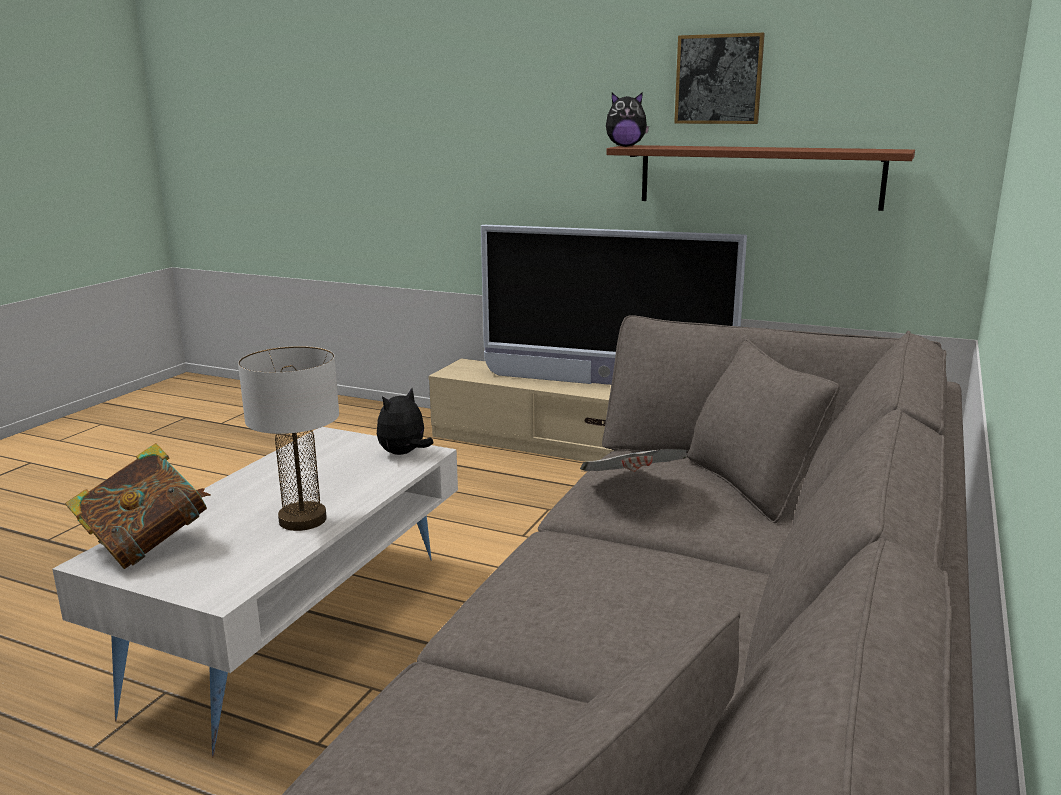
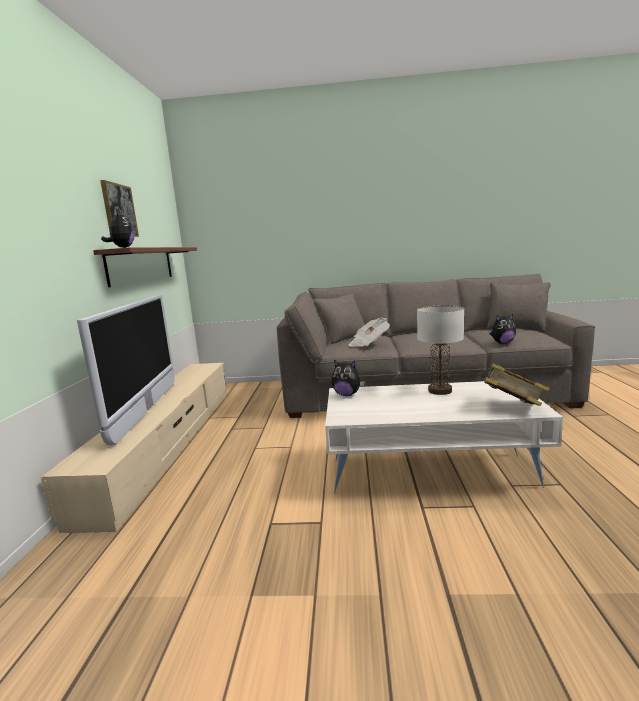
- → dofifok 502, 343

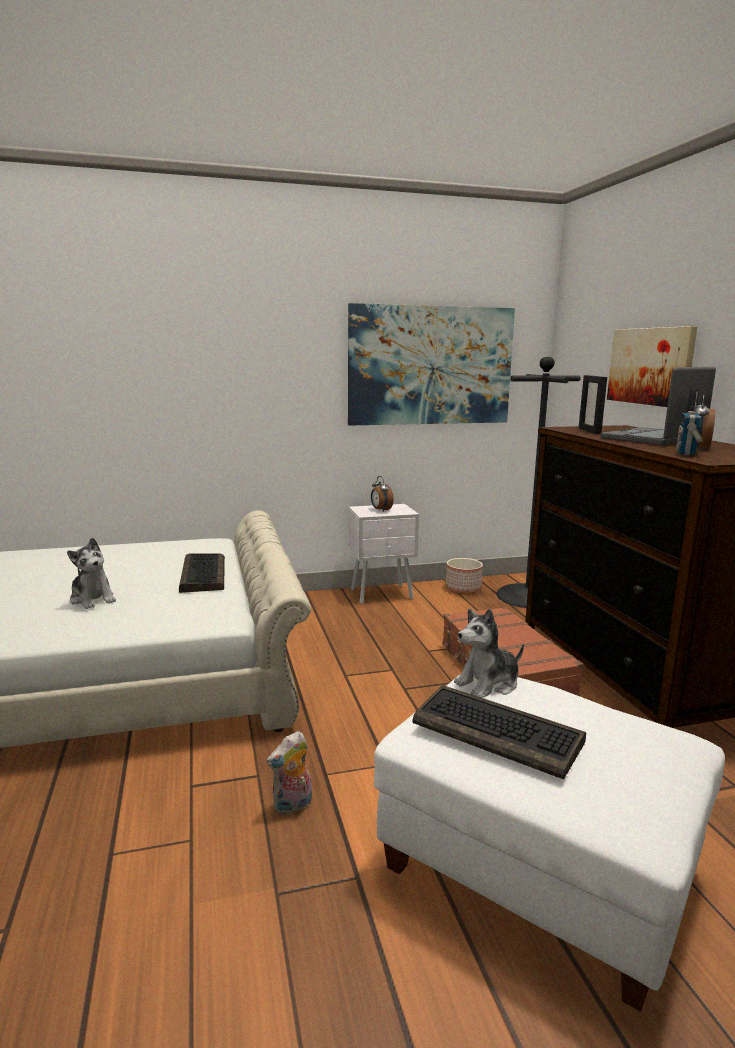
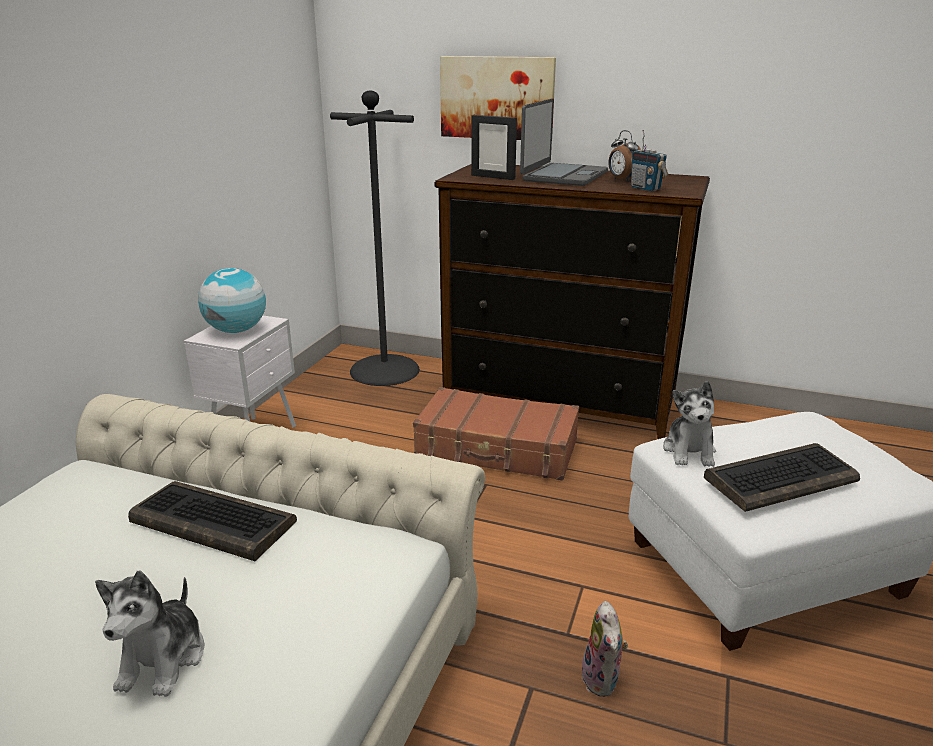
dofifok 93, 599 → dofifok 163, 659, 105 degrees clockwise
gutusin 431, 366 → -
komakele 380, 510 → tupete 236, 330
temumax 463, 589 → -
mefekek 653, 438 → mefekek 563, 176, 150 degrees counterclockwise

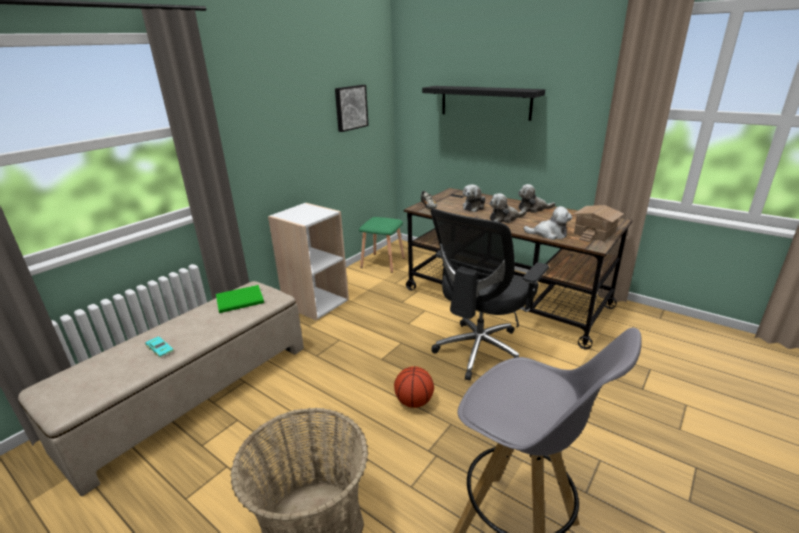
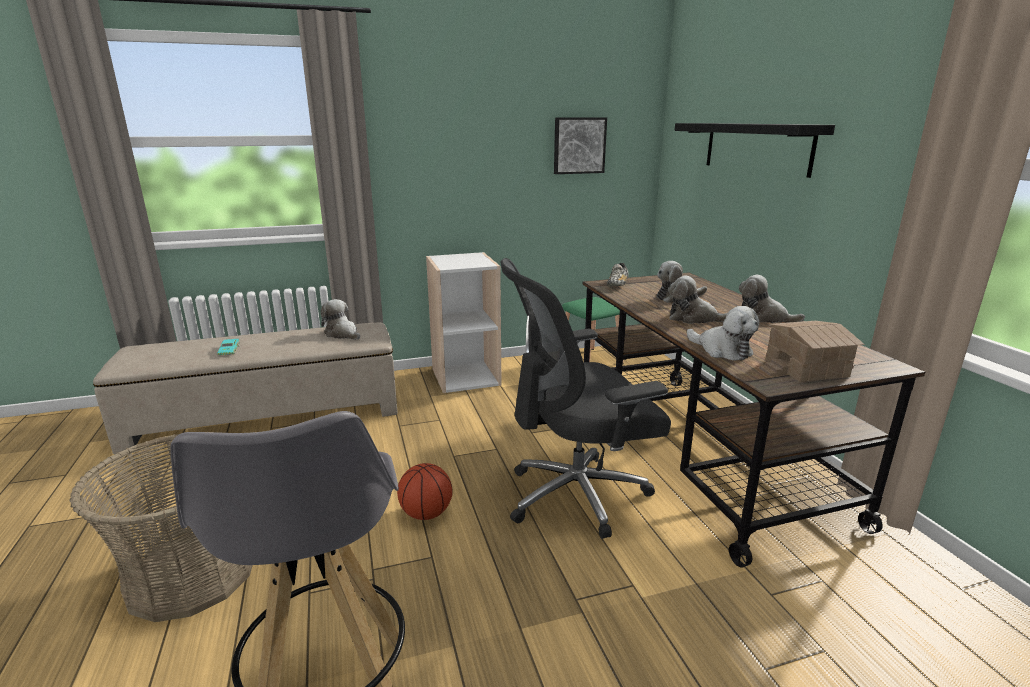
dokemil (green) 241, 300 → dofifok 342, 334

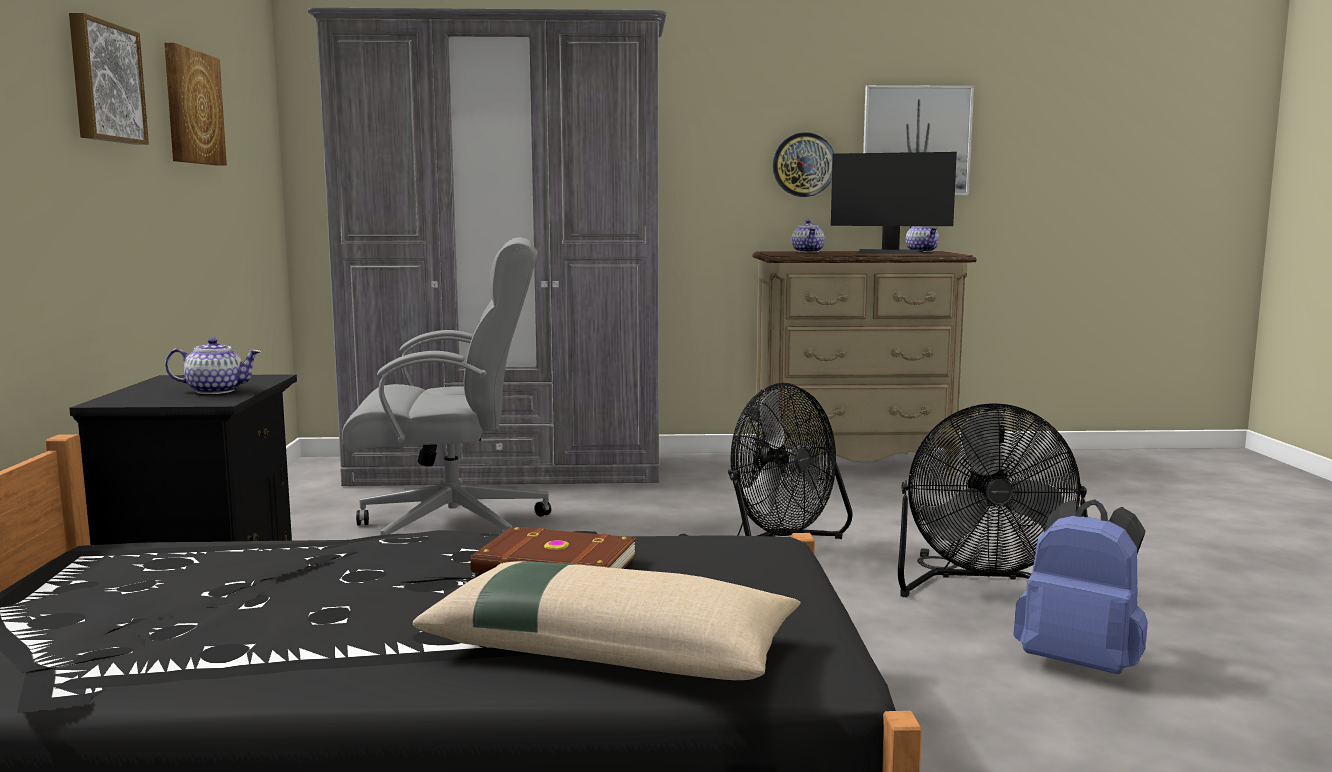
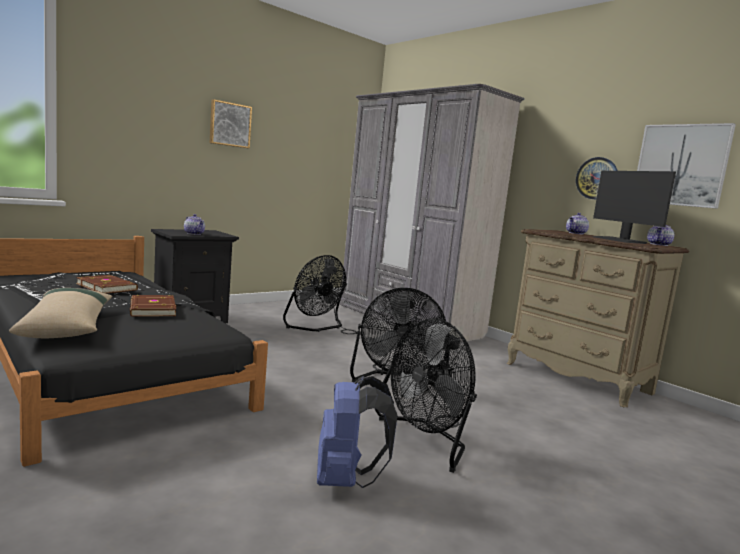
gutusin 192, 107 → -
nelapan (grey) 452, 528 → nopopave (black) 323, 327
- → dokemil (brown) 107, 287

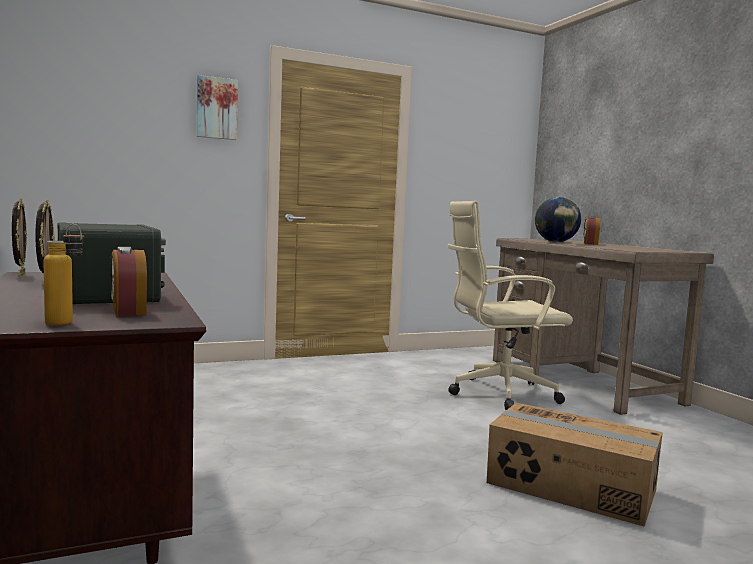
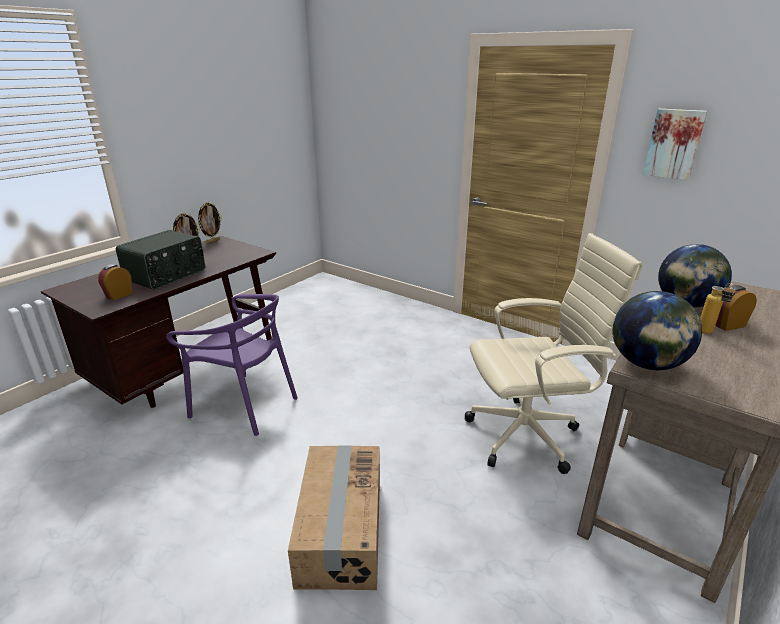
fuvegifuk 66, 325 → fuvegifuk 708, 333, relocated
gutusin 216, 108 → gutusin 674, 144, relocated
nelapan (beige) 498, 393 → nelapan (beige) 528, 435, 120 degrees clockwise
- → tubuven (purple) 245, 405
- → tupete 646, 364

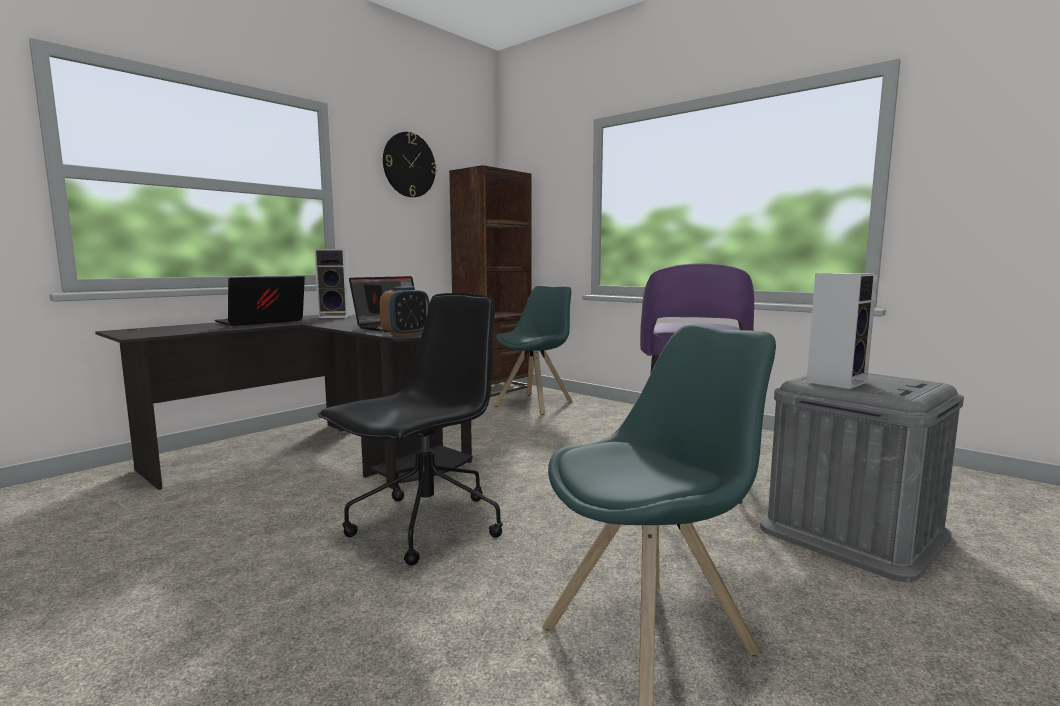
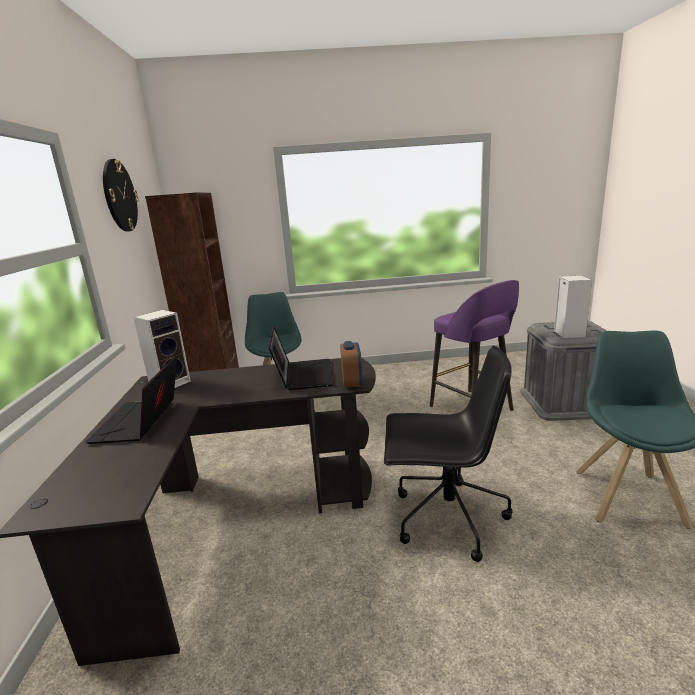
nelapan (black) 422, 528 → nelapan (black) 443, 518, 105 degrees clockwise

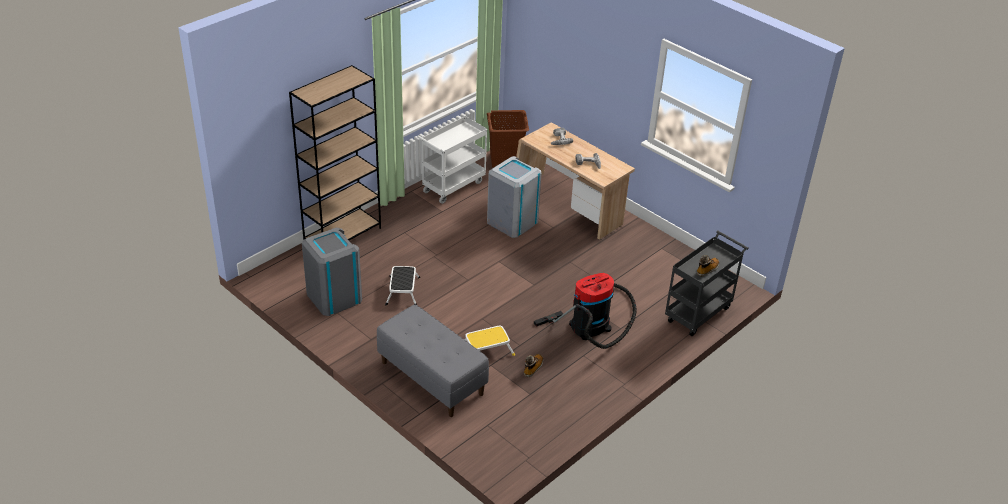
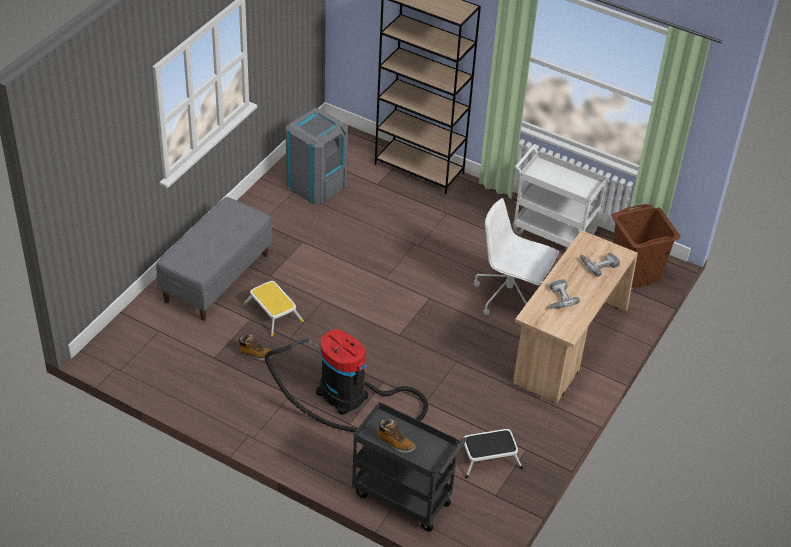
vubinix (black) 402, 291 → vubinix (black) 488, 457, relocated
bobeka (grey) 512, 221 → nelapan (white) 511, 298

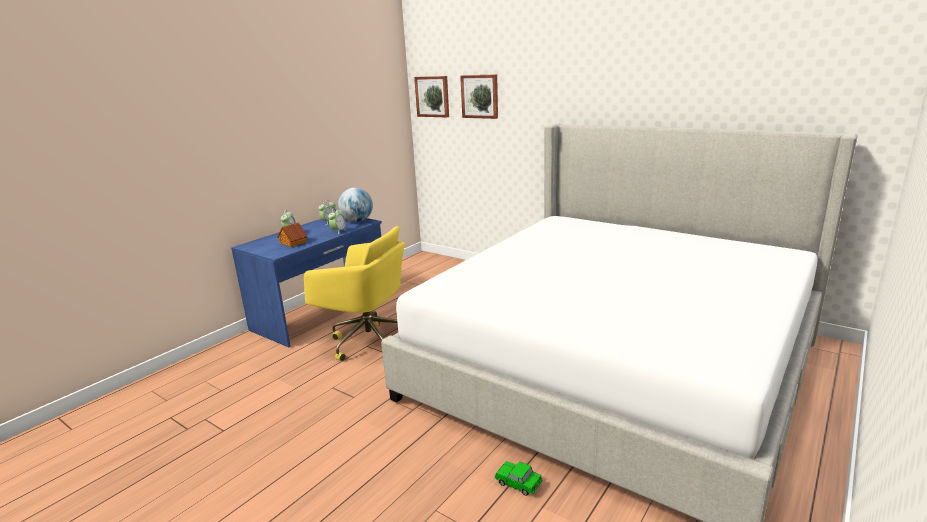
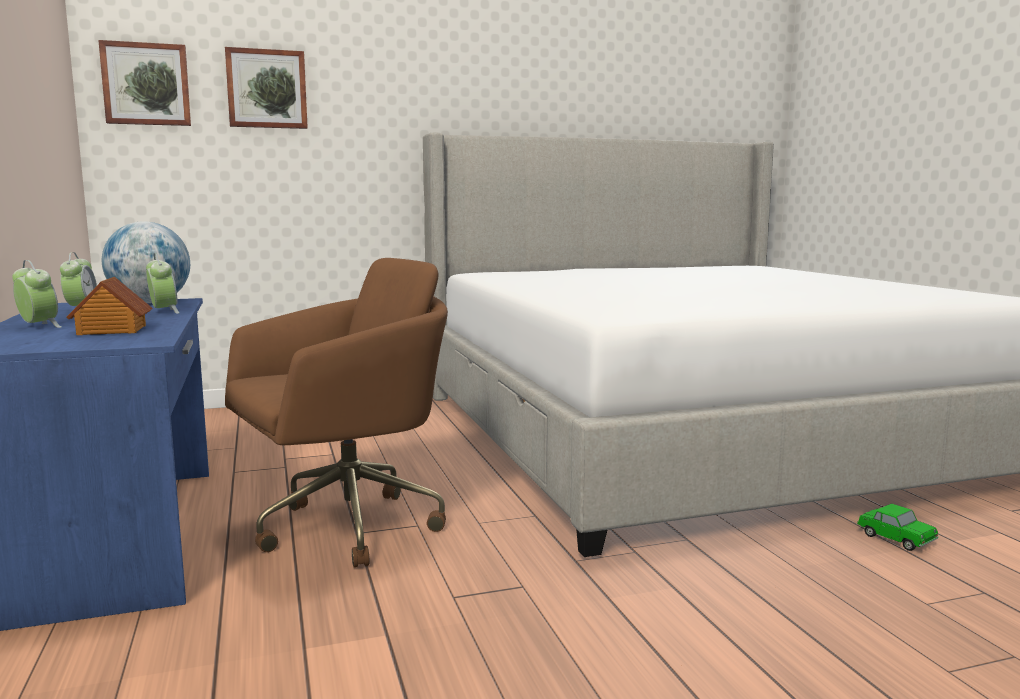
nelapan (yellow) 366, 343 → nelapan (brown) 343, 530
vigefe 518, 483 → vigefe 896, 539, 105 degrees counterclockwise

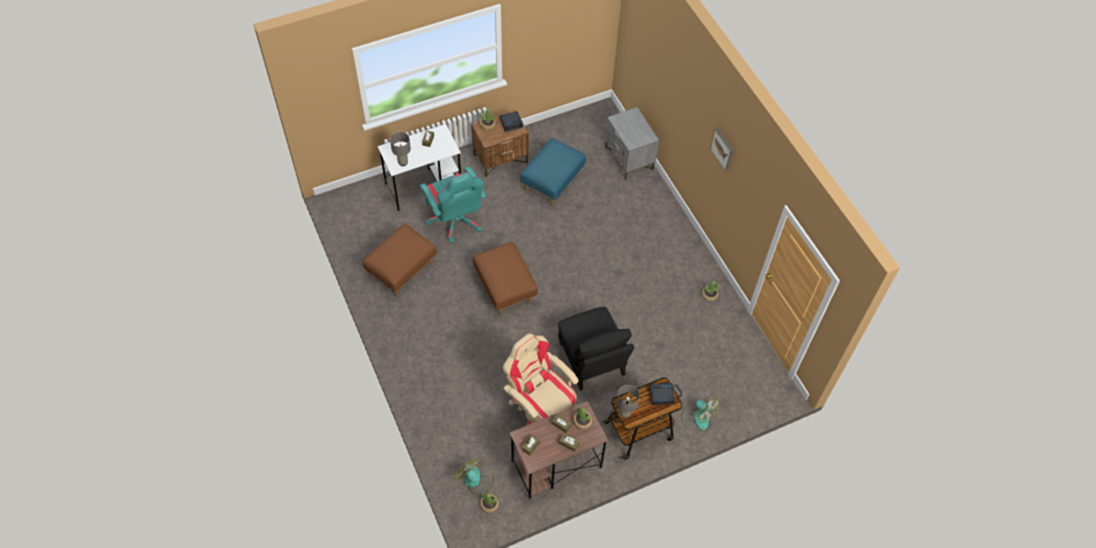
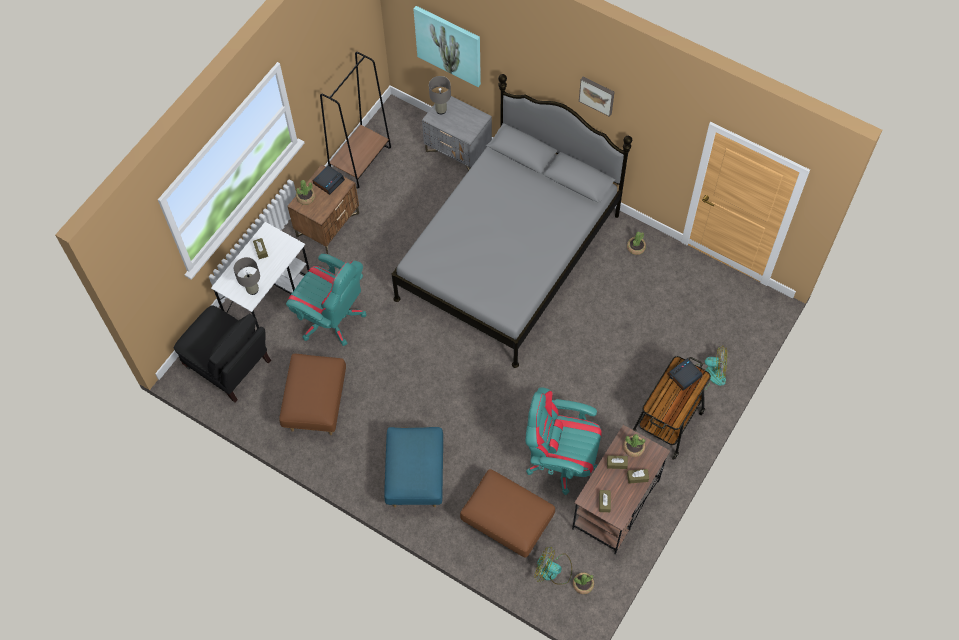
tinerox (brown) 505, 288 → tinerox (brown) 508, 522, relocated
nelapan (beige) 540, 409 → nelapan (turquoise) 561, 460
tinerox (blue) 552, 182 → tinerox (blue) 416, 477, relocated
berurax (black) 591, 360 → berurax (black) 229, 366, relocated
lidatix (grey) 624, 413 → lidatix (grey) 440, 110, relocated
- → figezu 360, 161
- → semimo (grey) 509, 256
- → gutusin 449, 45

